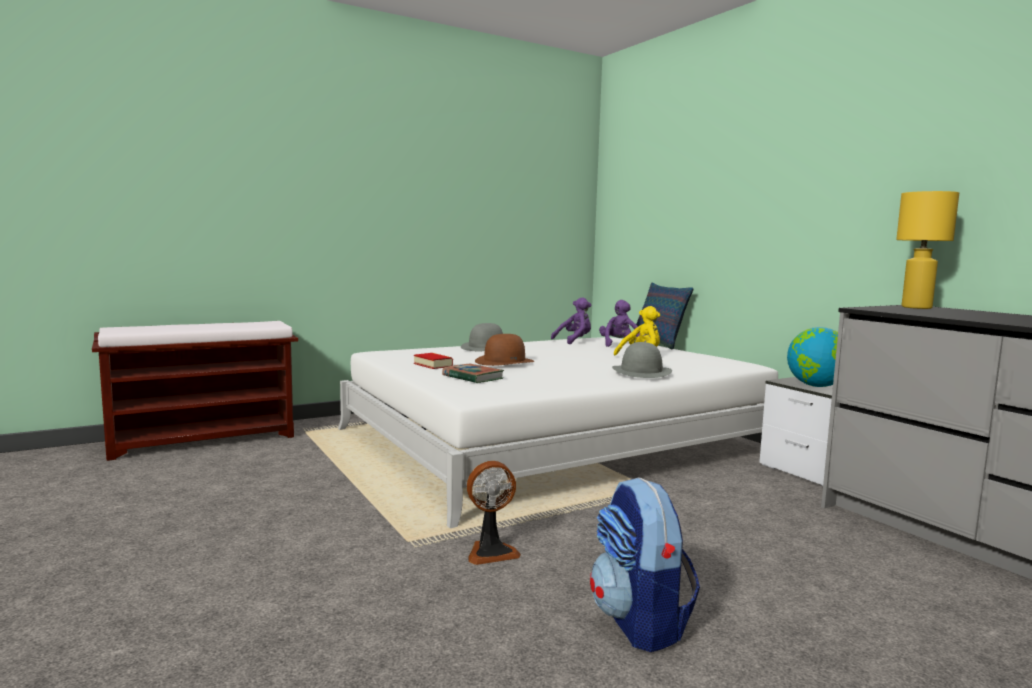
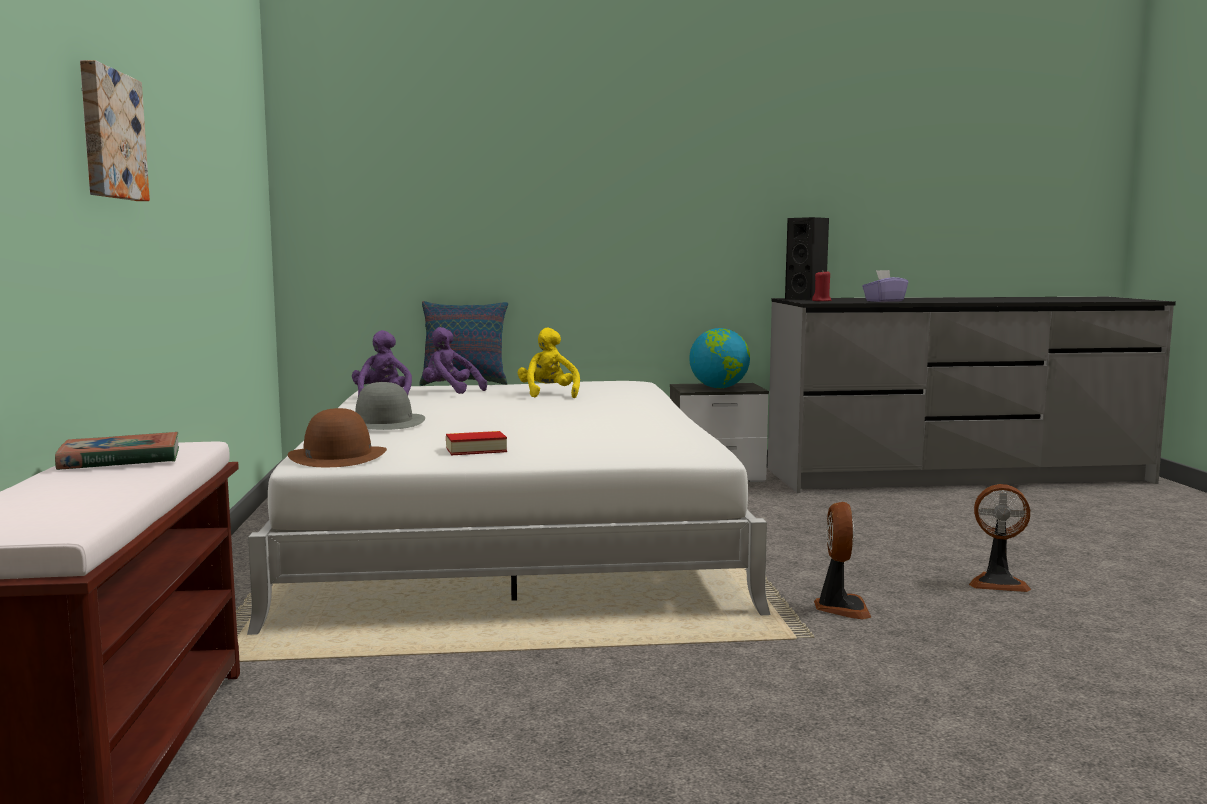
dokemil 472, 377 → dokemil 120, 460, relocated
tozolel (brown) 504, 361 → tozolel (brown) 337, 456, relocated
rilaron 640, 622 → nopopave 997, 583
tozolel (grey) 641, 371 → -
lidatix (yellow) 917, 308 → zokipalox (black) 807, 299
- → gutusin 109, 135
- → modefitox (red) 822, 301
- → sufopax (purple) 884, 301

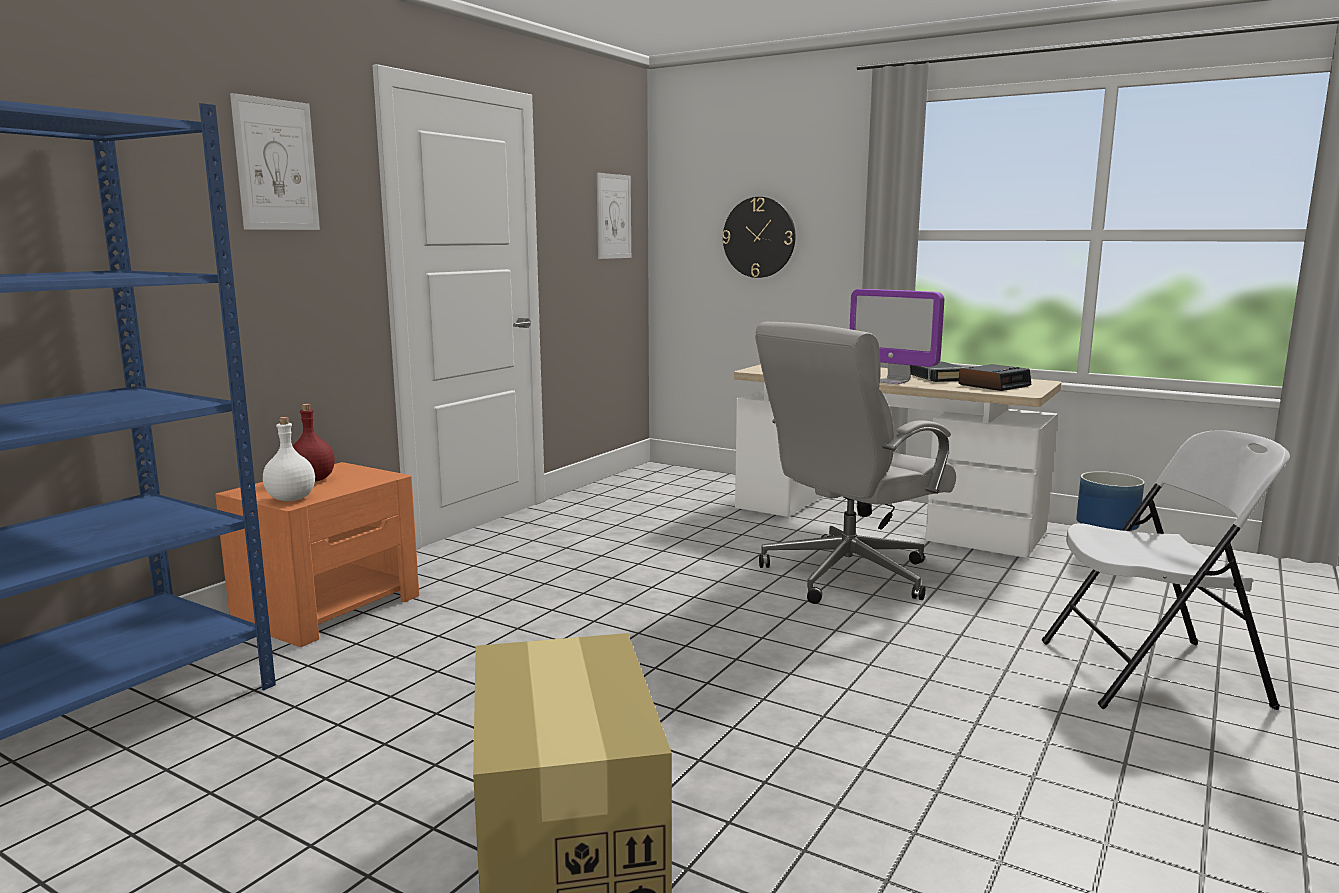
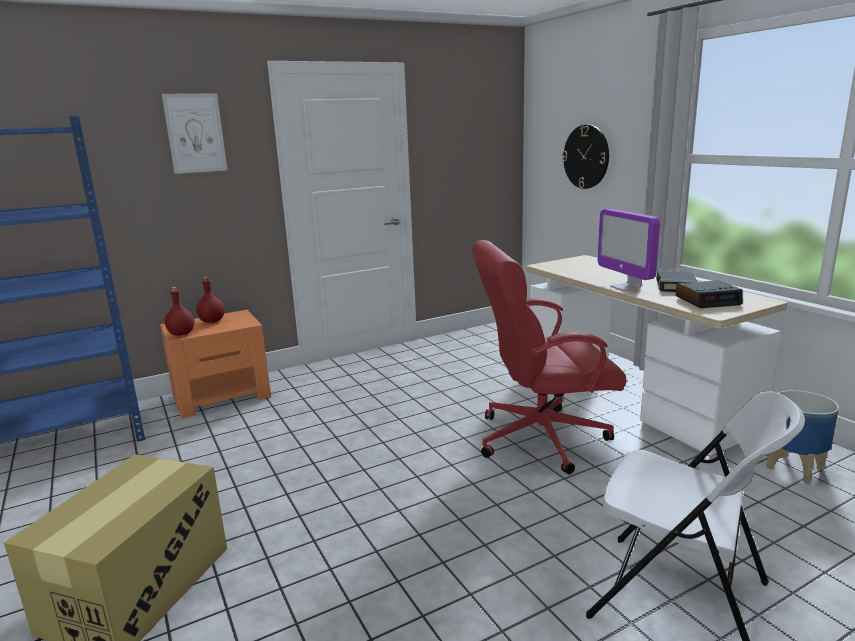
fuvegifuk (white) 292, 499 → fuvegifuk (red) 182, 334
gutusin 613, 216 → -
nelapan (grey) 848, 574 → nelapan (red) 542, 438

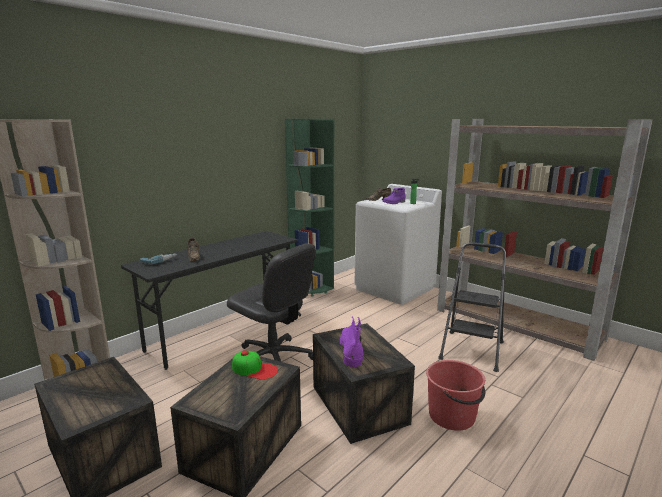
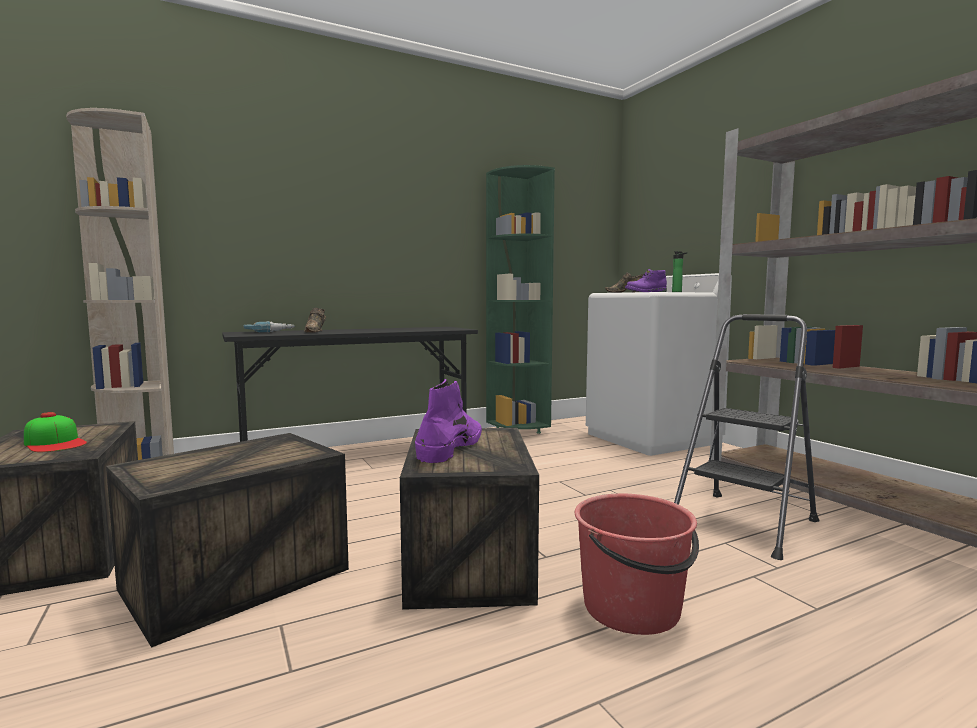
nelapan (black) 273, 359 → -
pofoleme 254, 369 → pofoleme 55, 443, relocated

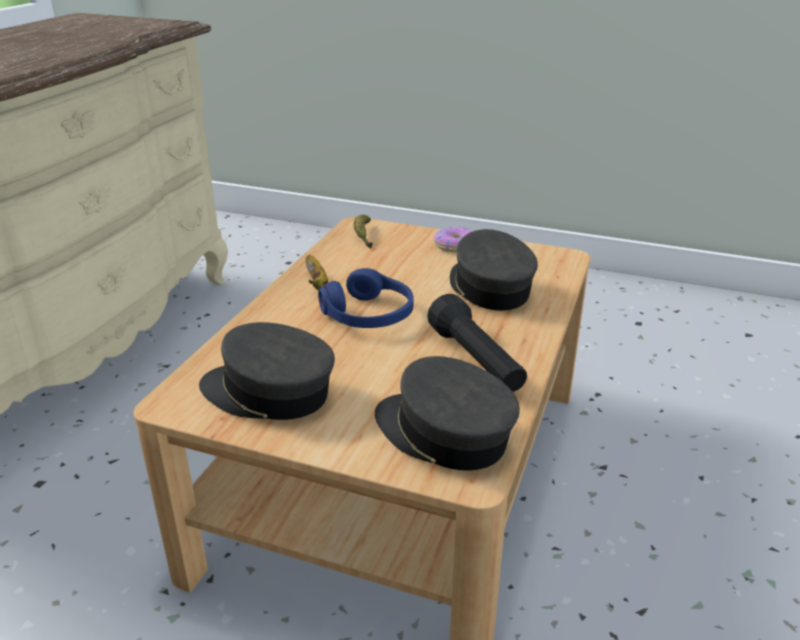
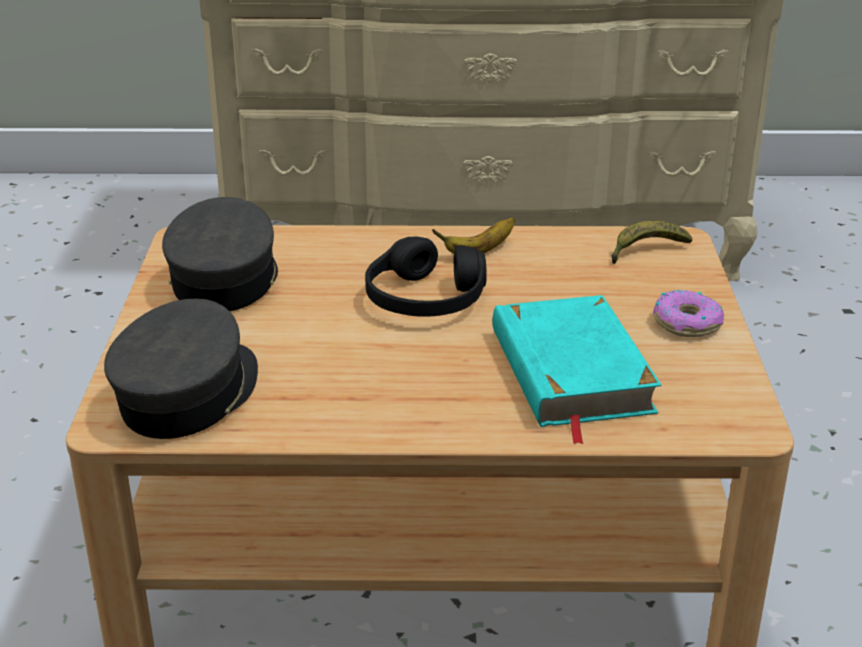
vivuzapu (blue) 368, 314 → vivuzapu (black) 425, 299
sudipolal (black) 476, 361 → -
pofoleme (grey) 489, 287 → dokemil (turquoise) 570, 372

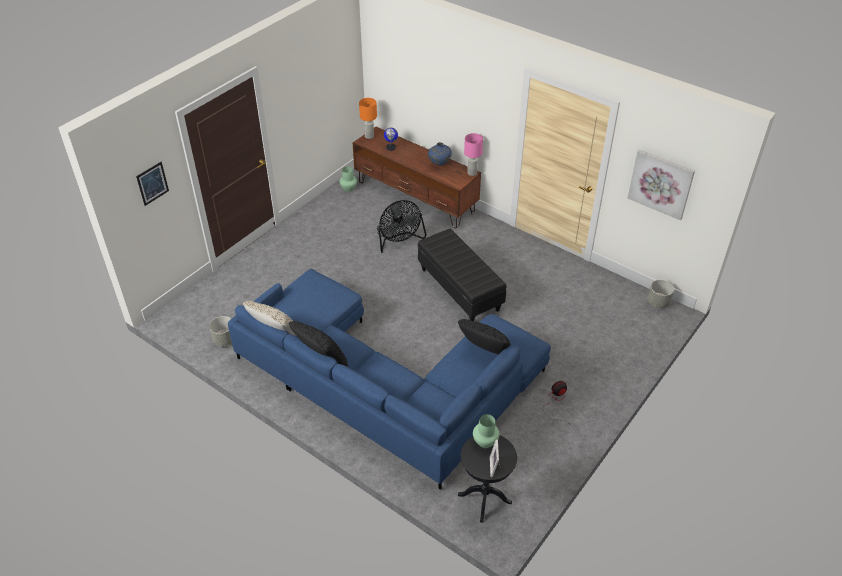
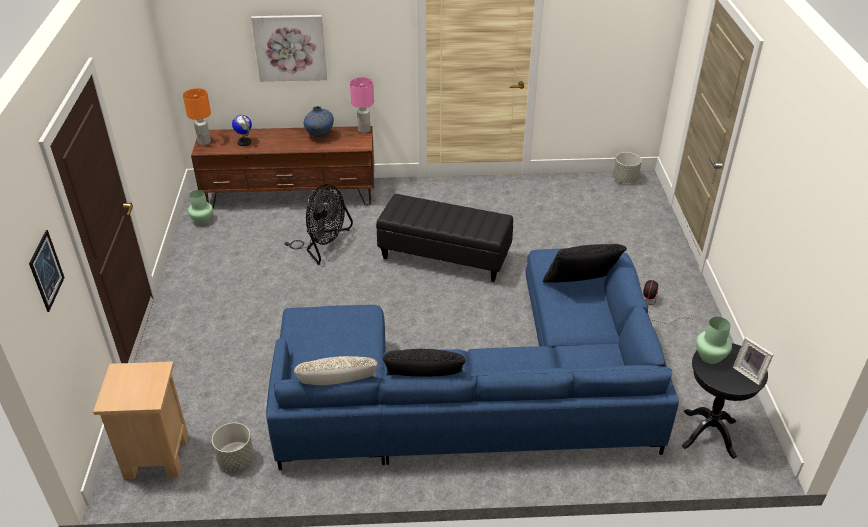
gutusin 661, 183 → gutusin 290, 47, relocated
- → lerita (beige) 156, 455

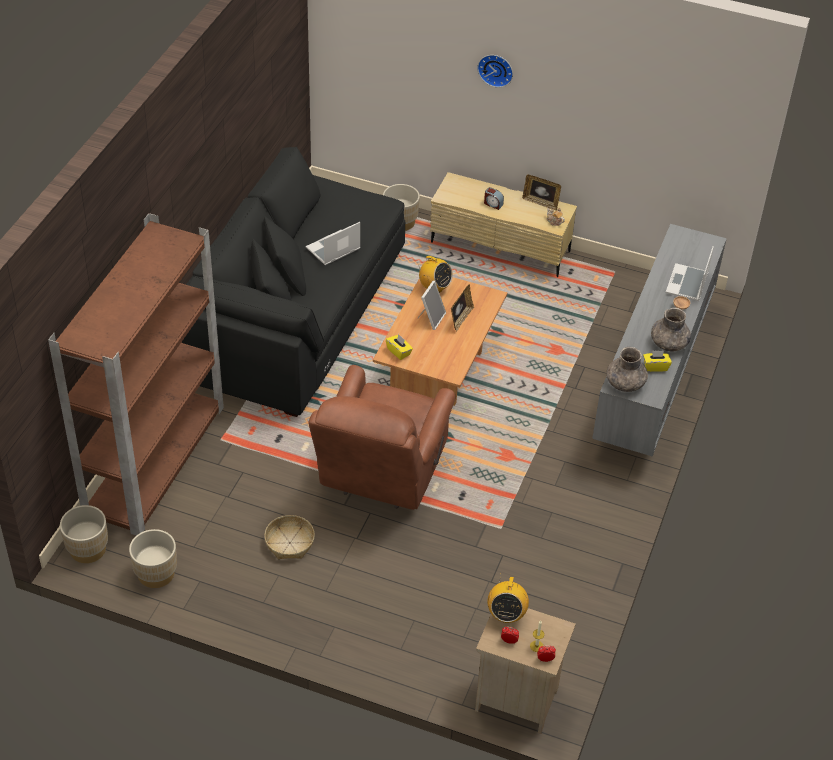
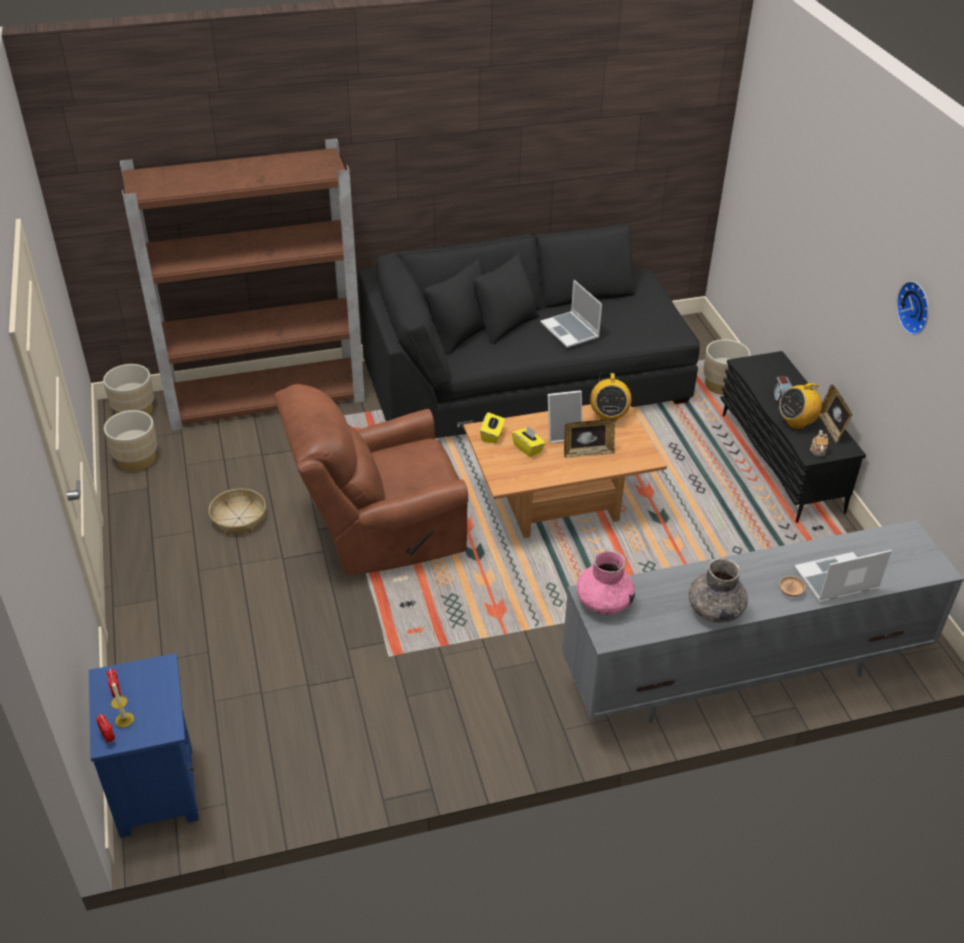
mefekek 333, 249 → mefekek 571, 331, 135 degrees counterclockwise
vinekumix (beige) 500, 248 → vinekumix (black) 779, 463
lerita (beige) 516, 697 → lerita (blue) 160, 788
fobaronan 496, 69 → fobaronan 916, 307, relocated
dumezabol 506, 614 → dumezabol 796, 422, relocated
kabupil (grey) 625, 383 → kabupil (pink) 603, 602
sufopax (yellow) 655, 366 → sufopax (yellow) 528, 448, relocated

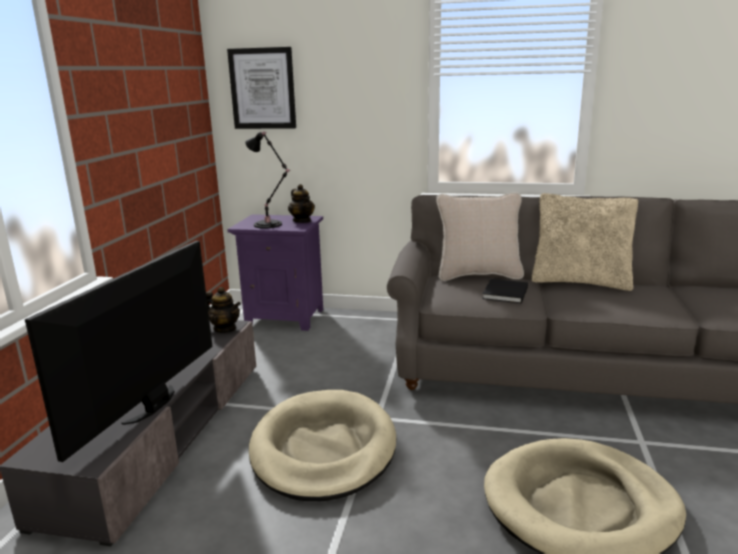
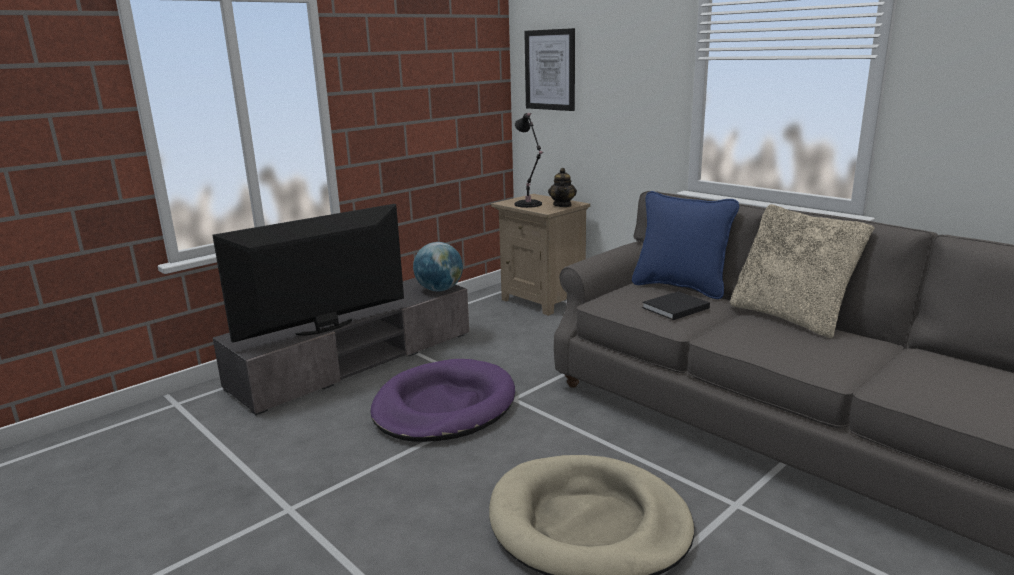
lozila 225, 329 → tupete 439, 290
lerita (purple) 285, 318 → lerita (beige) 542, 301
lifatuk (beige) 323, 449 → lifatuk (purple) 444, 406
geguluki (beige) 478, 275 → geguluki (blue) 680, 287

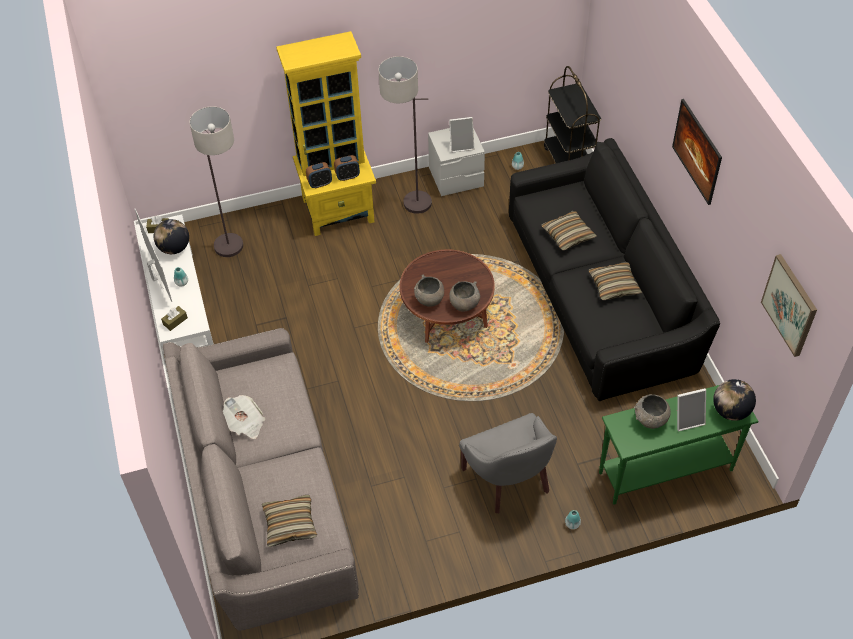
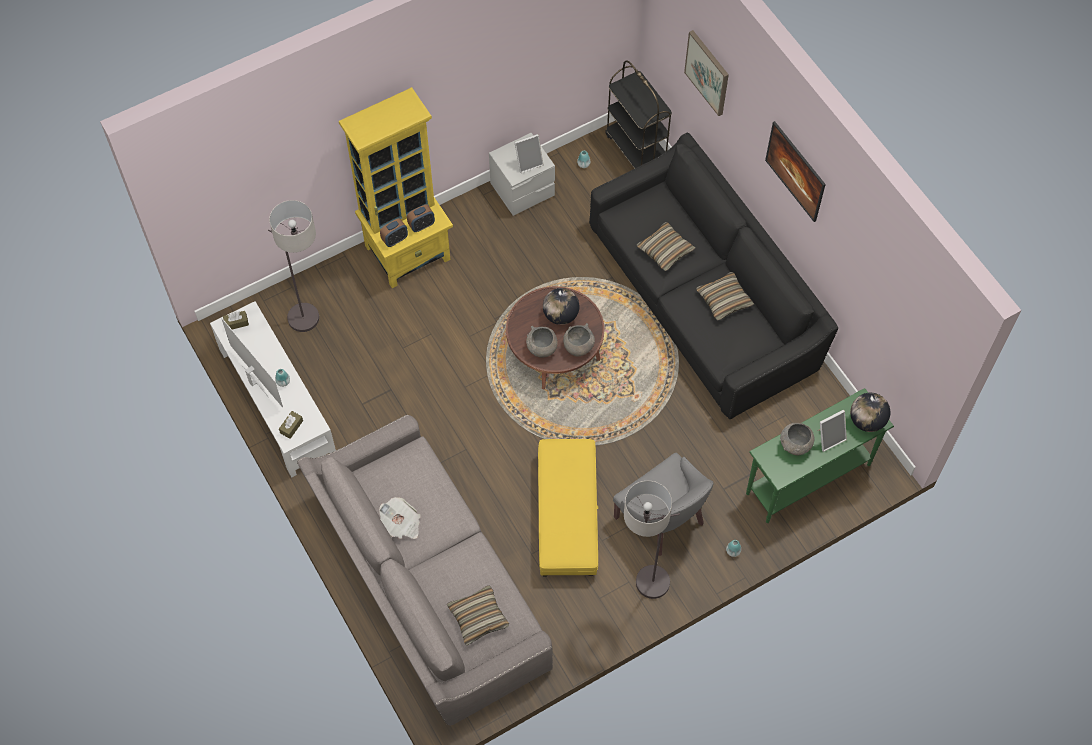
tupete 174, 248 → tupete 560, 315, relocated
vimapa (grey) 408, 203 → vimapa (grey) 642, 584, relocated
gutusin 790, 305 → gutusin 707, 72, relocated
- → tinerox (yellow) 567, 515

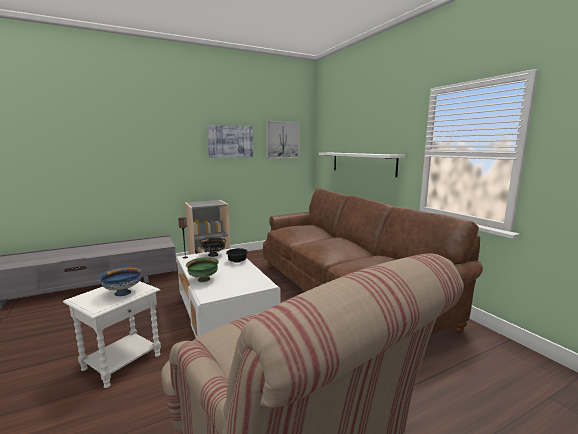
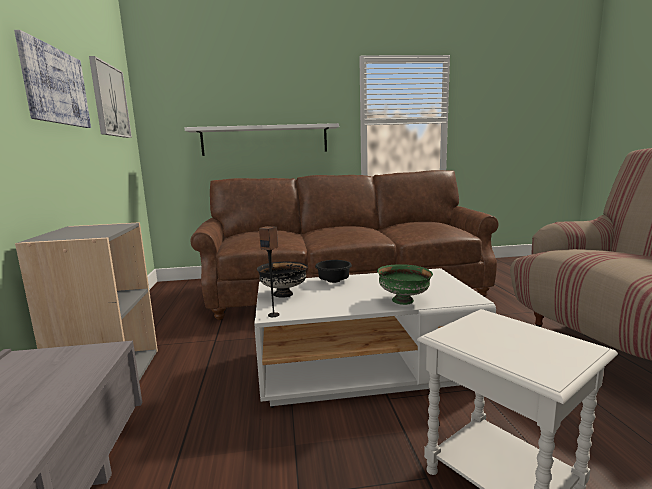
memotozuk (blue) 122, 293 → -

